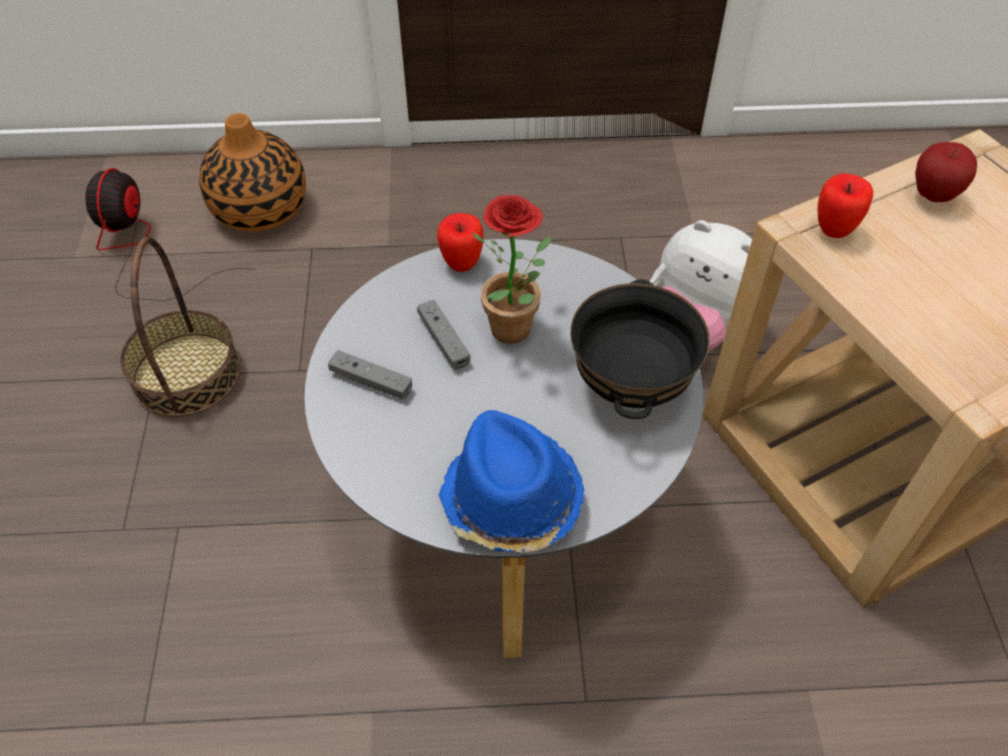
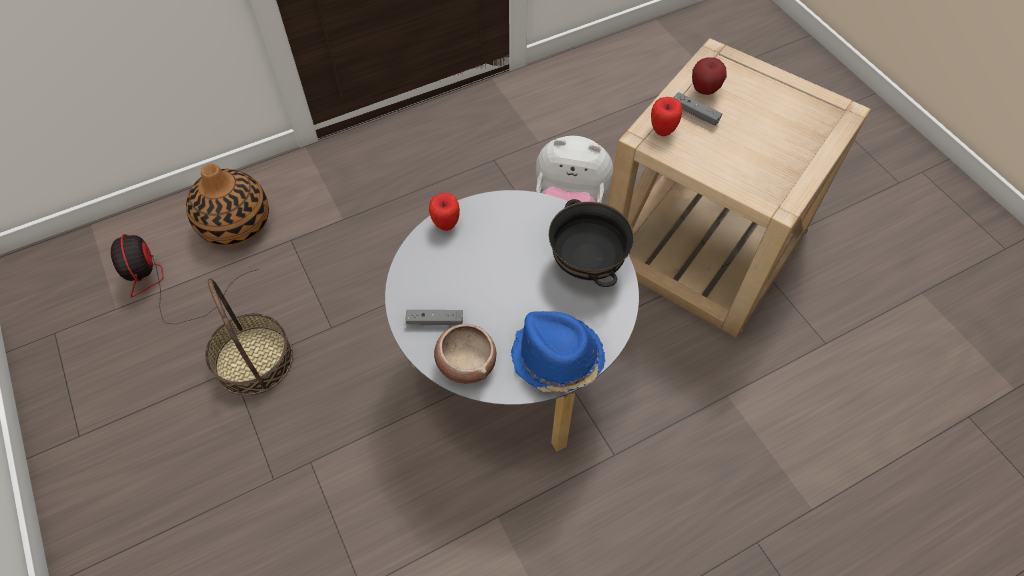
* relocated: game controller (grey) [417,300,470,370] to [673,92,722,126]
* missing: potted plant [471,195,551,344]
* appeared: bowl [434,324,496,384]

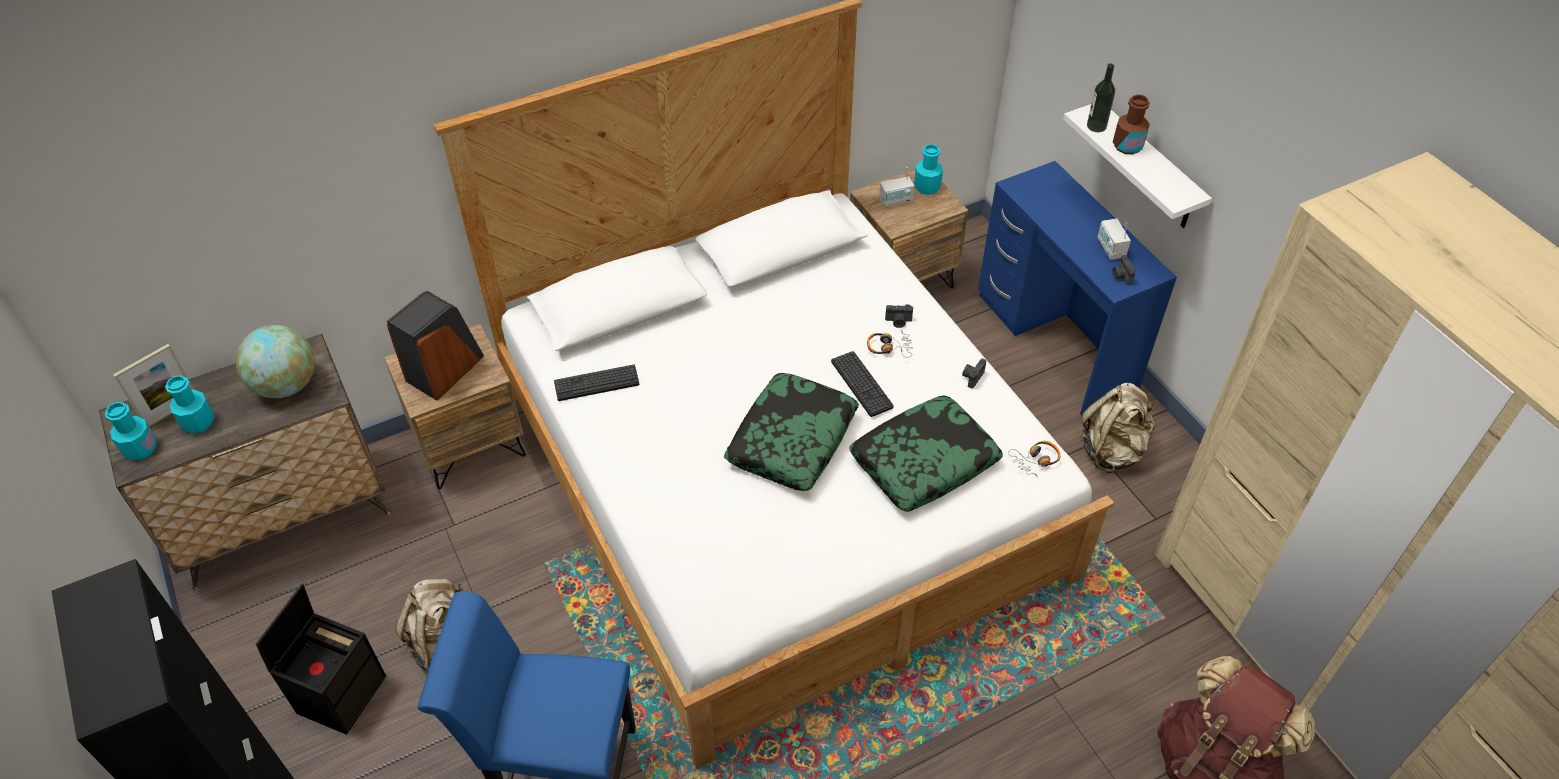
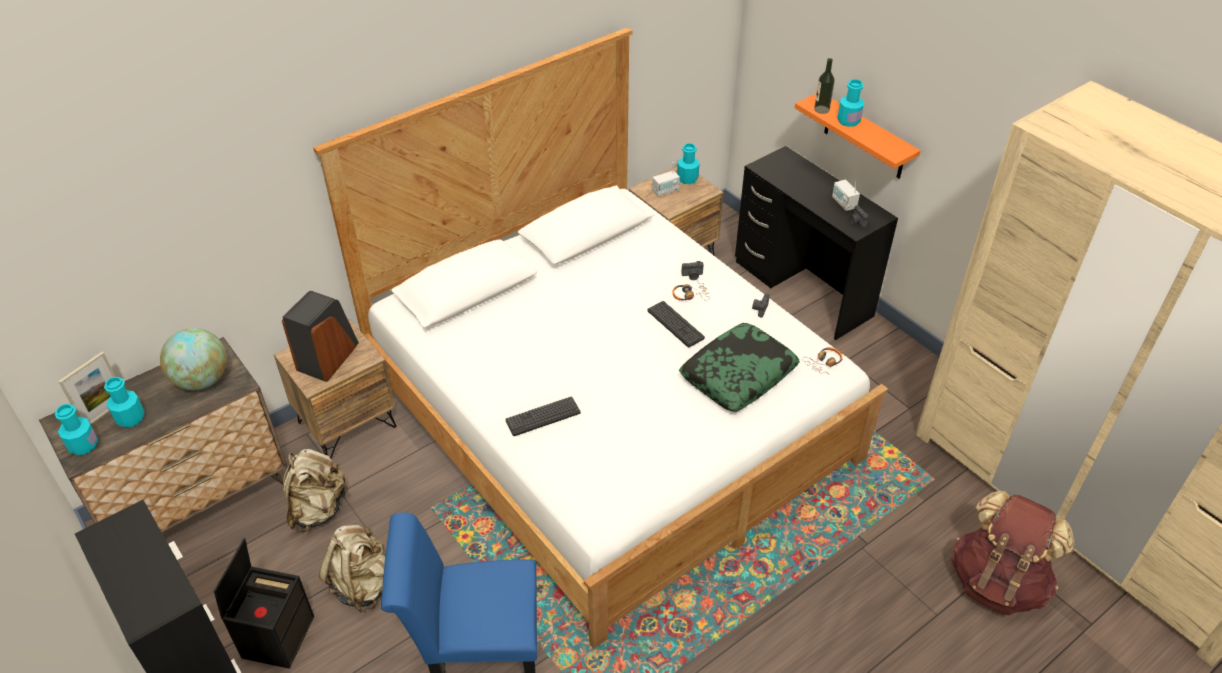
* relocated: keyboard [554,365,640,401] to [505,397,580,436]
* missing: pillow [724,373,859,491]
* colour: desk (blue) [978,161,1177,415] to desk (black) [735,146,898,340]
* colour: shelf (white) [1063,104,1212,228] to shelf (orange) [795,93,921,179]
* relocated: backpack (beige) [1081,383,1155,473] to [283,449,349,532]
* colour: bottle (brown) [1113,95,1150,154] to bottle (turquoise) [837,79,864,127]

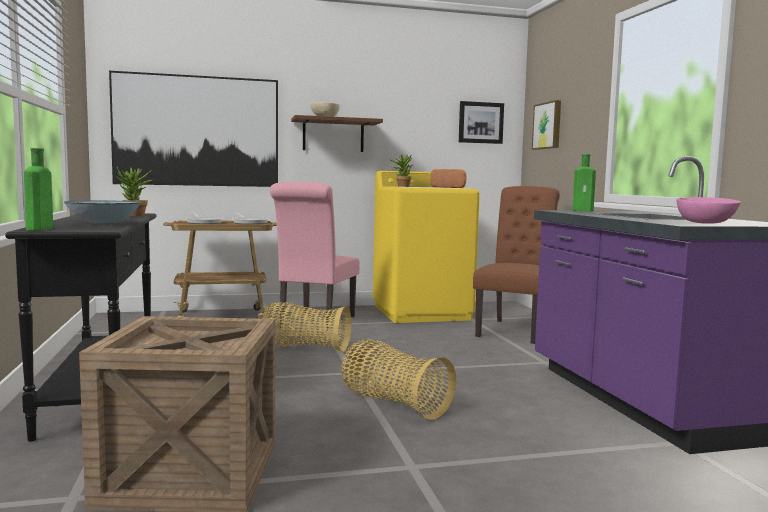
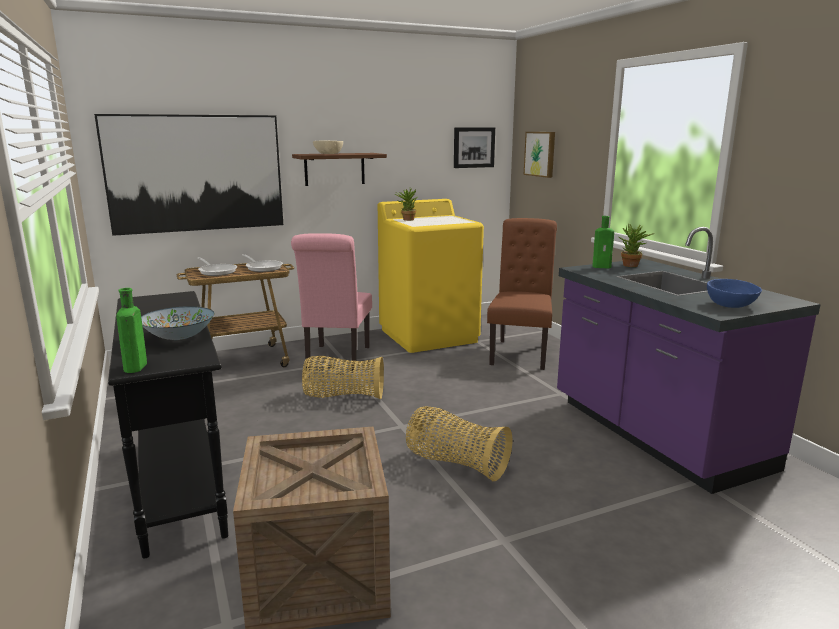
* relocated: potted plant [116,167,153,216] to [618,223,654,267]
* missing: bread [431,169,467,188]
* colour: bowl (pink) [677,197,741,224] to bowl (blue) [707,279,762,308]

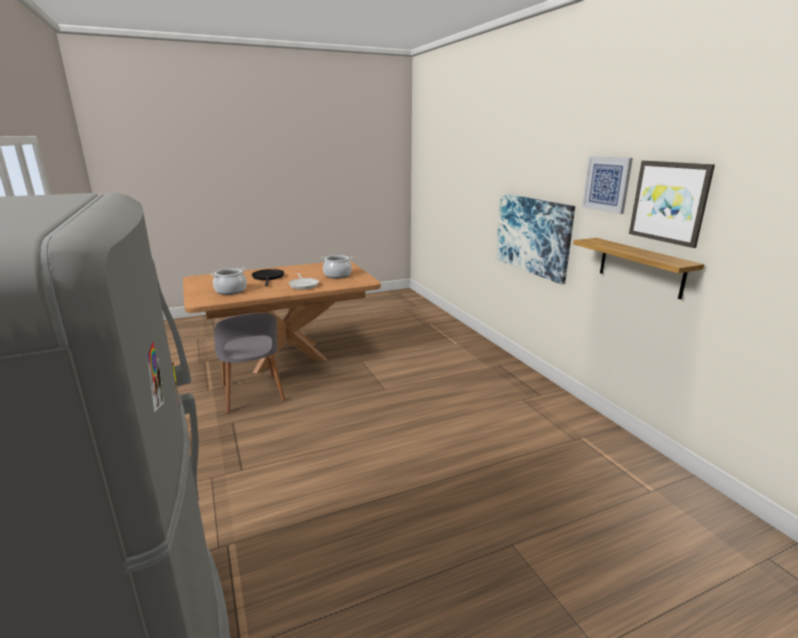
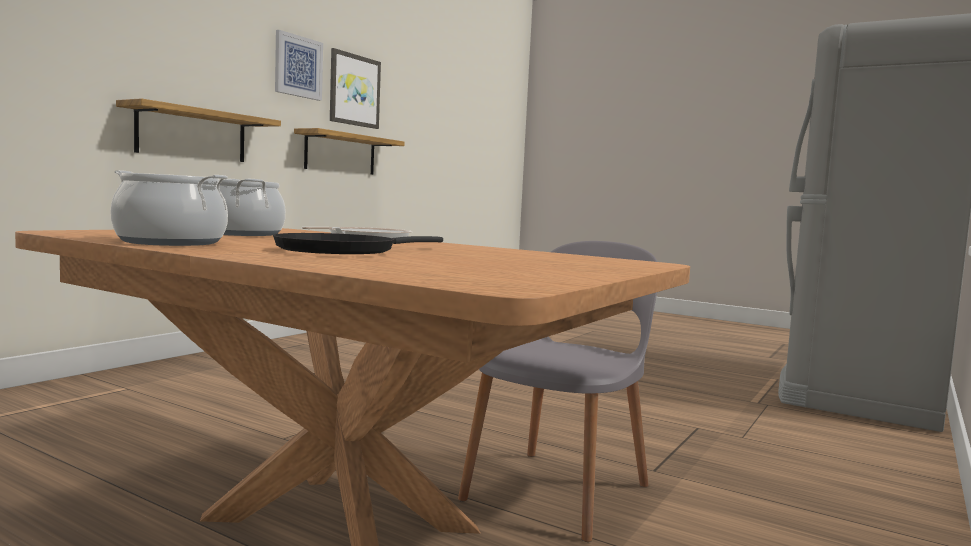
* relocated: cooking pot [211,268,247,295] to [110,170,228,246]
* exchanged: picture [496,193,575,285] to shelf [116,98,281,162]

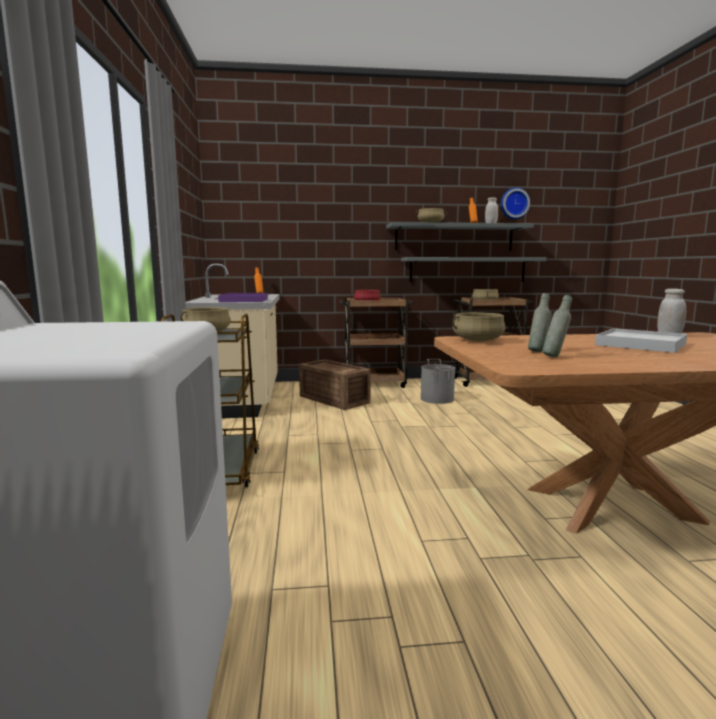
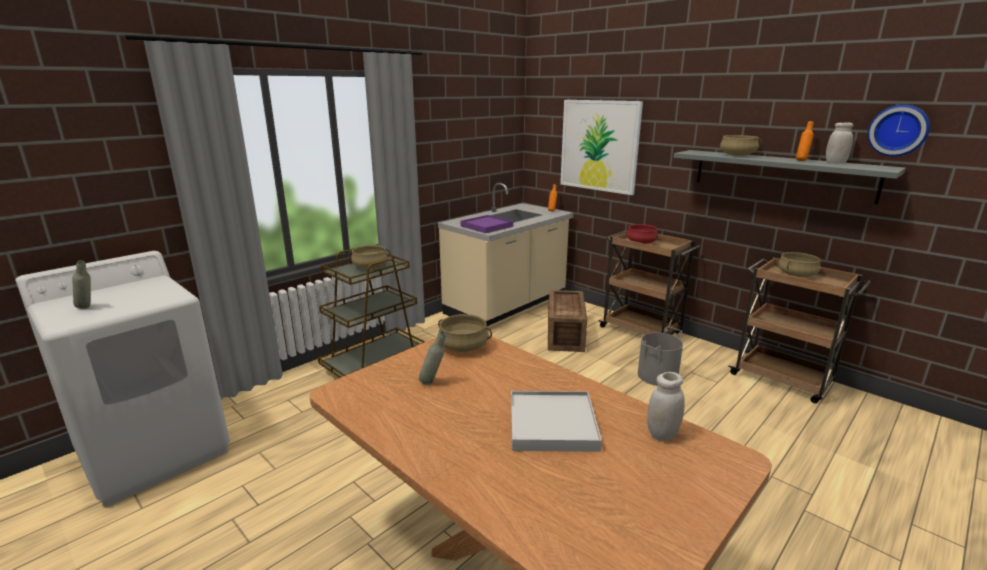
* missing: shelf (grey) [401,257,547,282]
* relocated: bottle (grey) [542,295,572,357] to [72,260,91,309]
* appeared: picture [560,100,643,195]

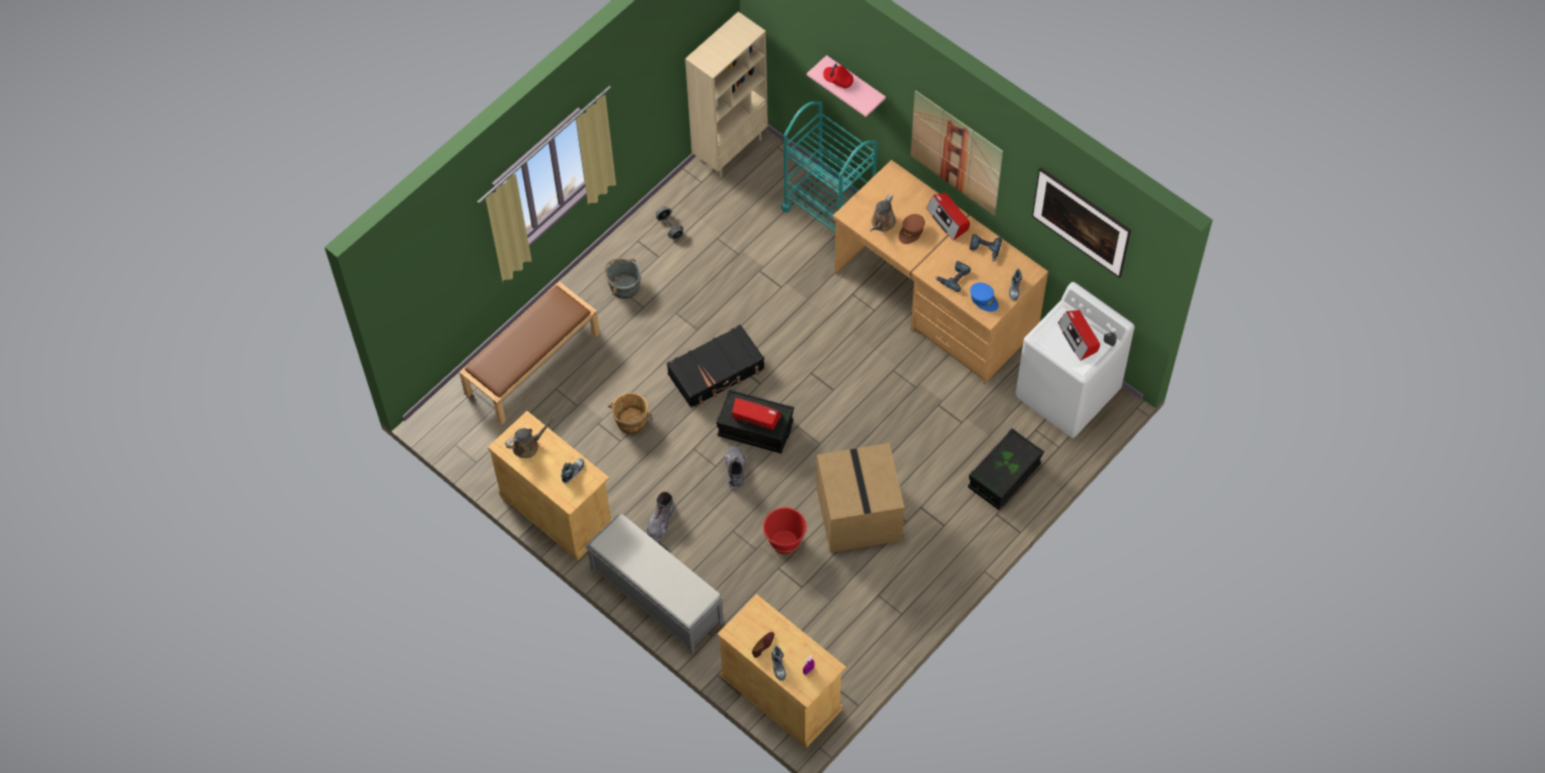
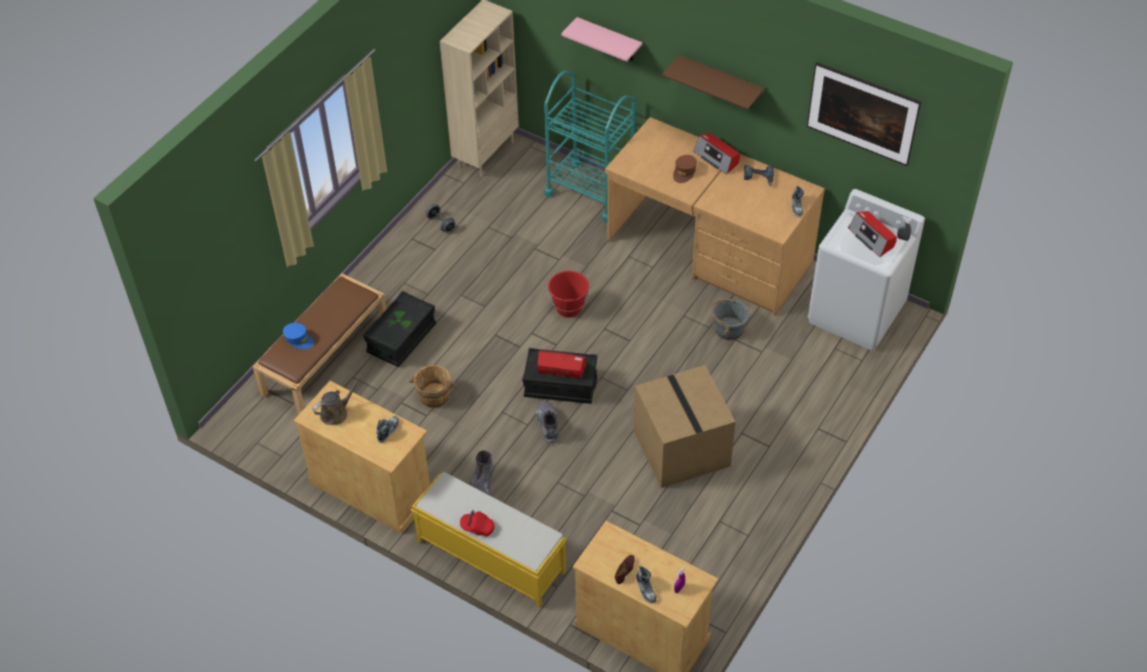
* colour: bench (grey) [585,514,724,654] to bench (yellow) [411,472,567,608]
* relocated: bucket (grey) [604,258,641,299] to [711,298,749,340]
* missing: suitcase (black) [667,324,765,408]
* relocated: bucket (red) [762,507,807,554] to [547,271,590,317]
* relocated: cap (red) [823,63,853,88] to [460,510,495,536]
* missing: watering can (brown) [870,194,896,231]
* exchanged: picture [911,91,1003,215] to shelf (brown) [662,55,764,110]
* missing: power drill [935,261,970,292]
* relocated: storage box (black) [968,428,1044,510] to [363,291,436,367]
* relocated: cap (blue) [970,283,999,312] to [283,323,314,349]

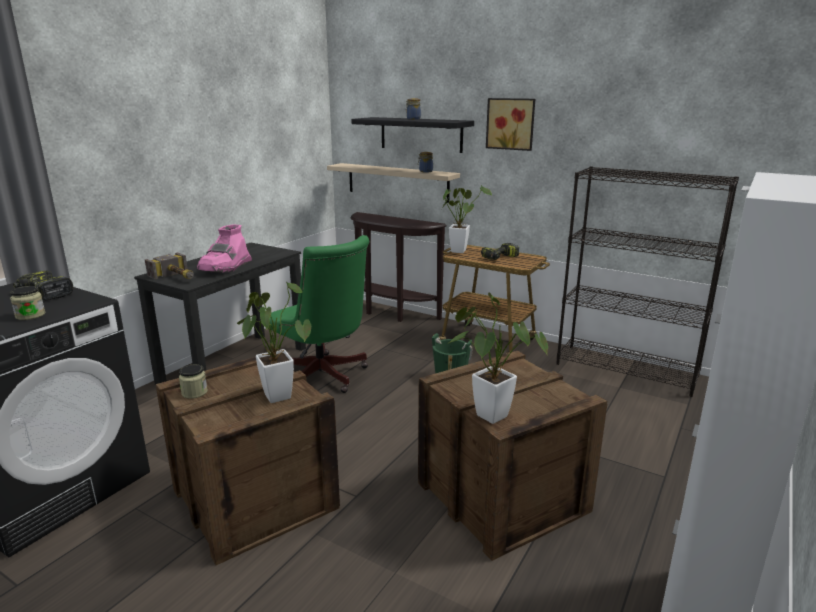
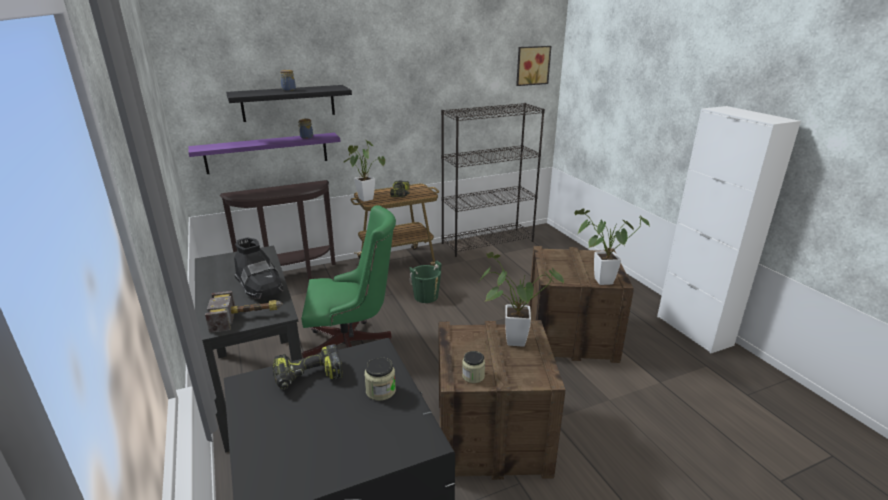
* colour: boot (pink) [197,224,252,273] to boot (black) [234,237,283,299]
* colour: shelf (beige) [327,163,460,203] to shelf (purple) [188,133,341,174]
* relocated: picture [486,98,535,151] to [516,46,551,86]

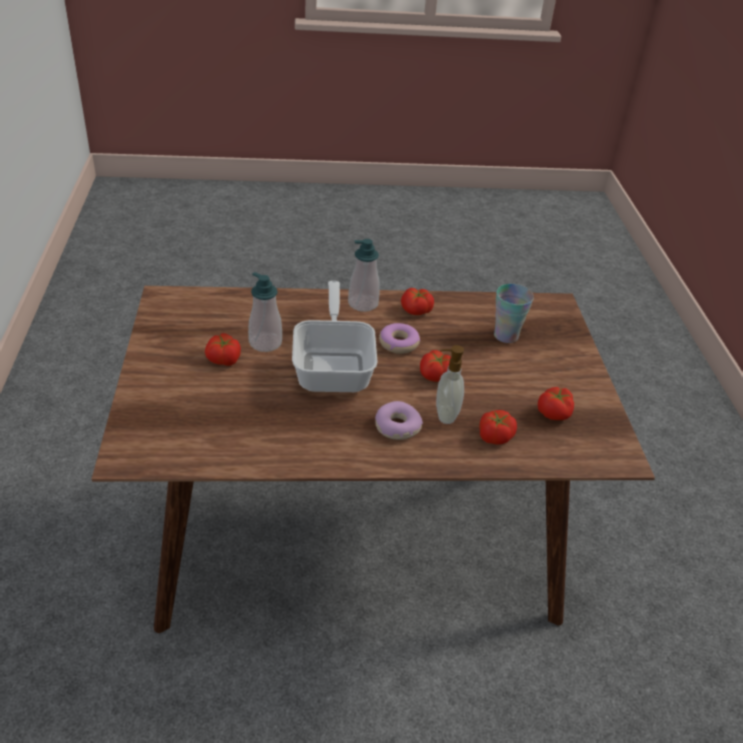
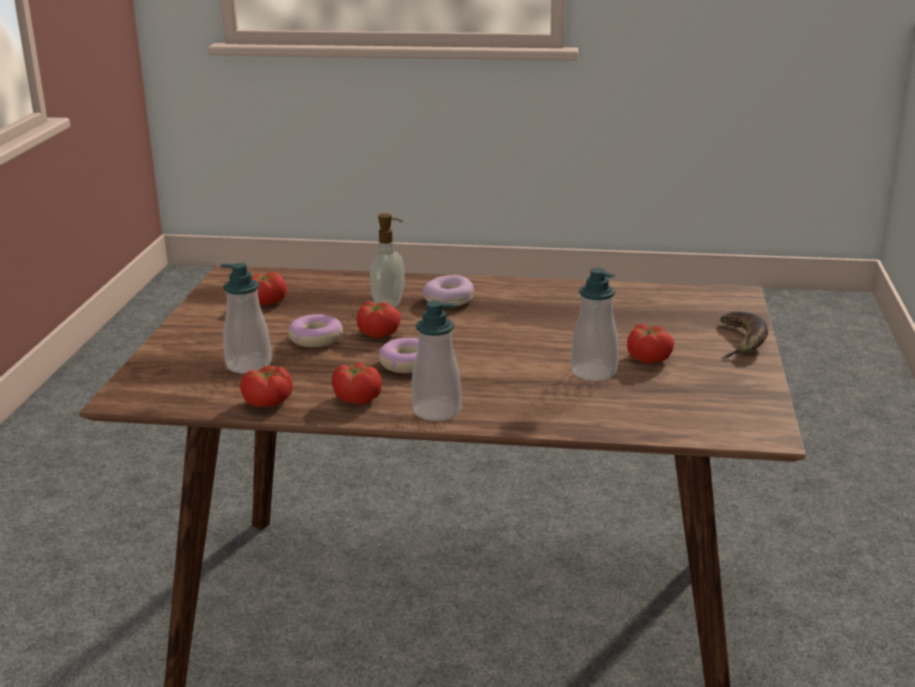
* missing: frying pan [292,281,377,392]
* relocated: tomato [479,410,517,445] to [240,366,293,407]
* exchanged: cup [494,284,534,343] to soap dispenser [220,263,272,374]
* appeared: donut [288,314,343,348]
* appeared: banana [720,312,768,359]

